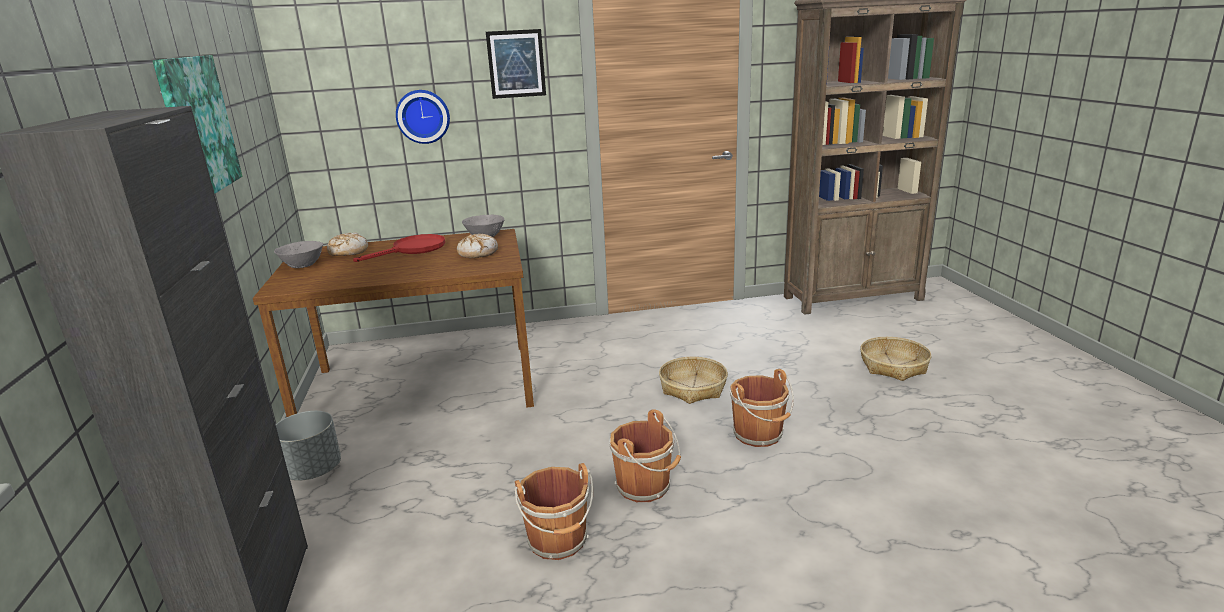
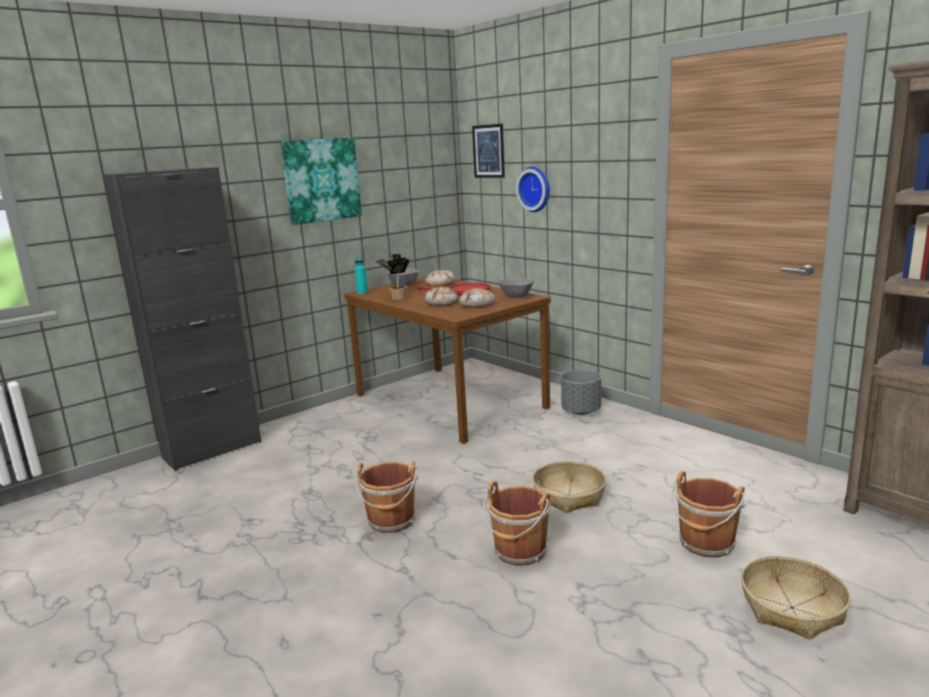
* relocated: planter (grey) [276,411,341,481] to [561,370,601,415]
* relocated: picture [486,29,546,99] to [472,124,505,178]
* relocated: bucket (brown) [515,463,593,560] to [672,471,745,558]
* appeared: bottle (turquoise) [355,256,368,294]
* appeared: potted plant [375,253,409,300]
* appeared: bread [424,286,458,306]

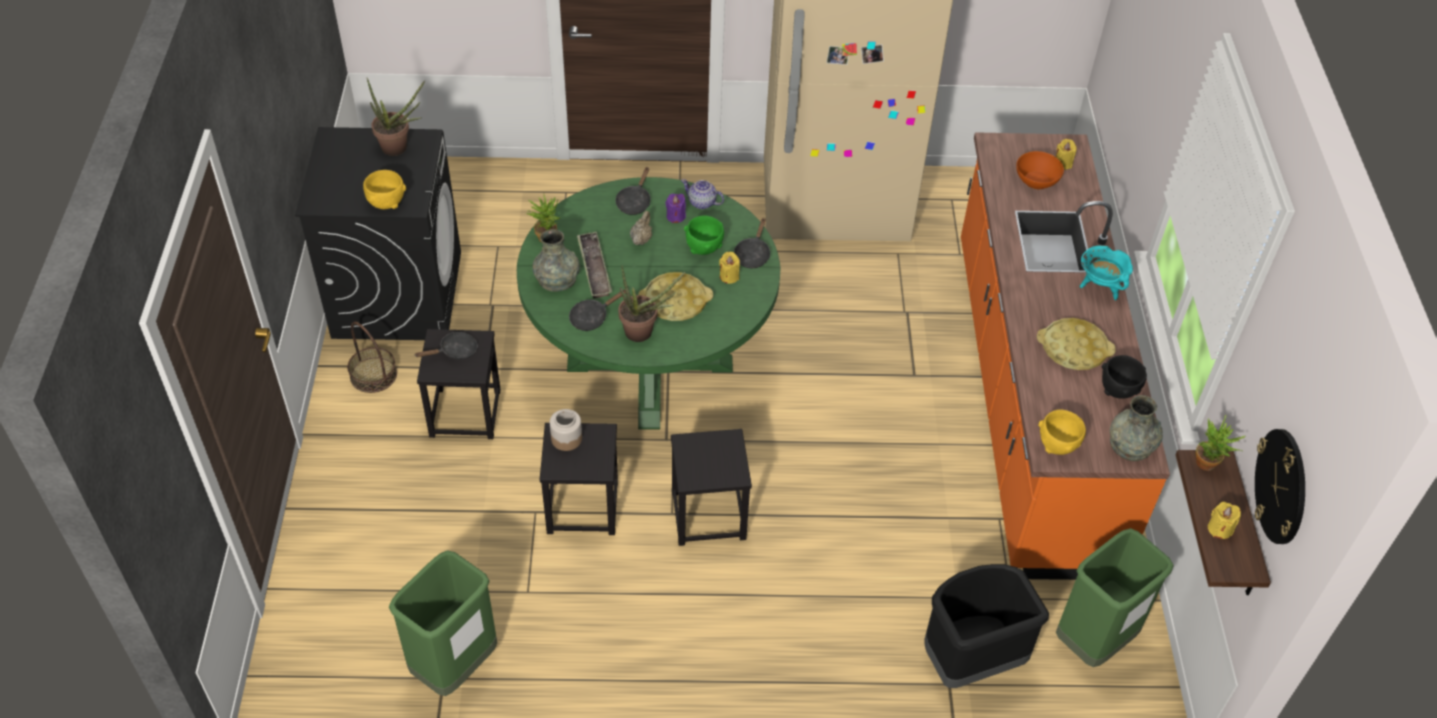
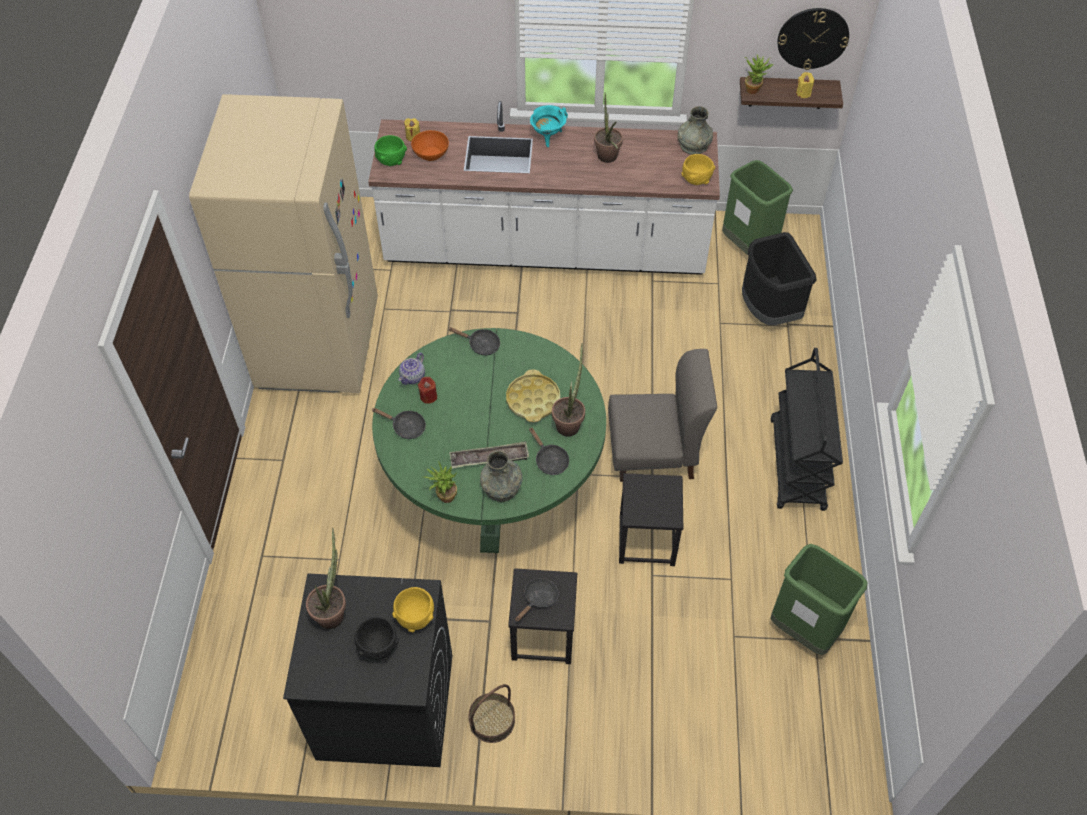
* spun: frying pan (black) [415,332,478,360] = [515,578,559,622] 60 degrees clockwise
* missing: jar [550,409,582,451]
* missing: teapot (beige) [630,211,652,245]
* colour: candle (purple) [665,194,686,223] to candle (red) [418,377,437,404]
* exchanged: stool (black) [671,429,752,546] to chair (grey) [608,349,717,482]
* relocated: bowl (green) [684,215,724,255] to [374,135,407,166]
* missing: candle (yellow) [719,252,740,284]
* colour: counter (orange) [961,132,1170,580] to counter (white) [368,101,720,275]
* exchanged: tray (yellow) [1037,318,1116,370] to potted plant [594,92,623,163]
* relocated: bowl (black) [1102,355,1147,399] to [354,617,399,661]
* appeared: cart (black) [771,348,843,511]

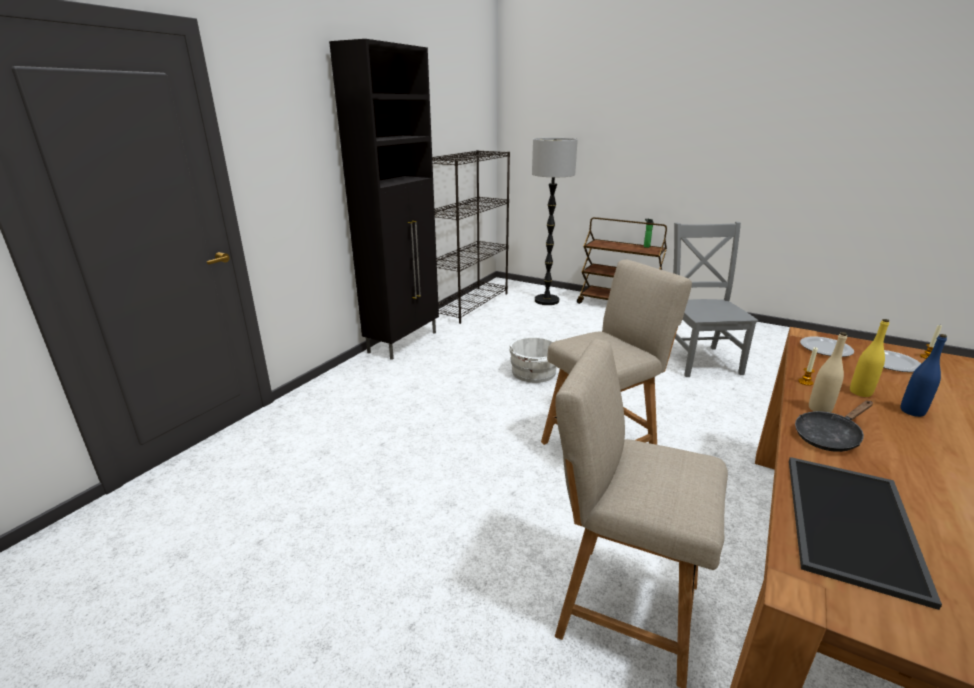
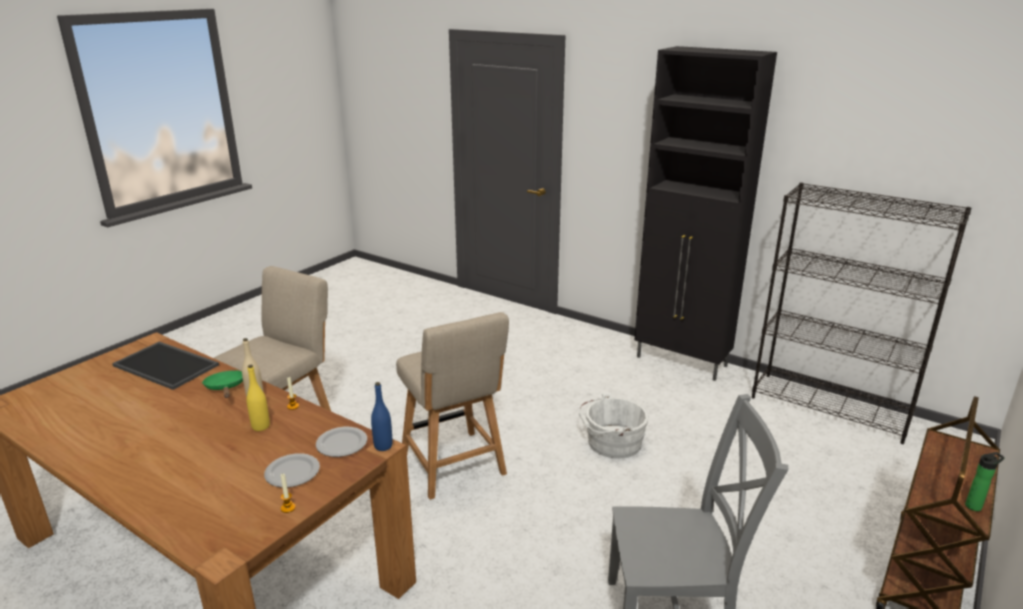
* missing: floor lamp [532,138,578,305]
* colour: frying pan (black) [795,401,873,452] to frying pan (green) [202,370,243,398]
* relocated: bottle (blue) [900,334,947,417] to [371,382,392,451]

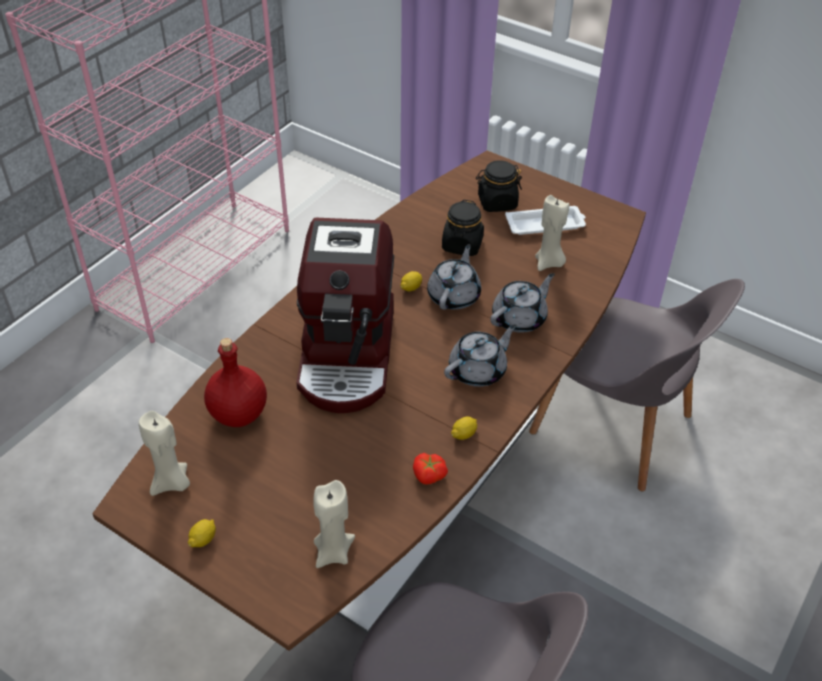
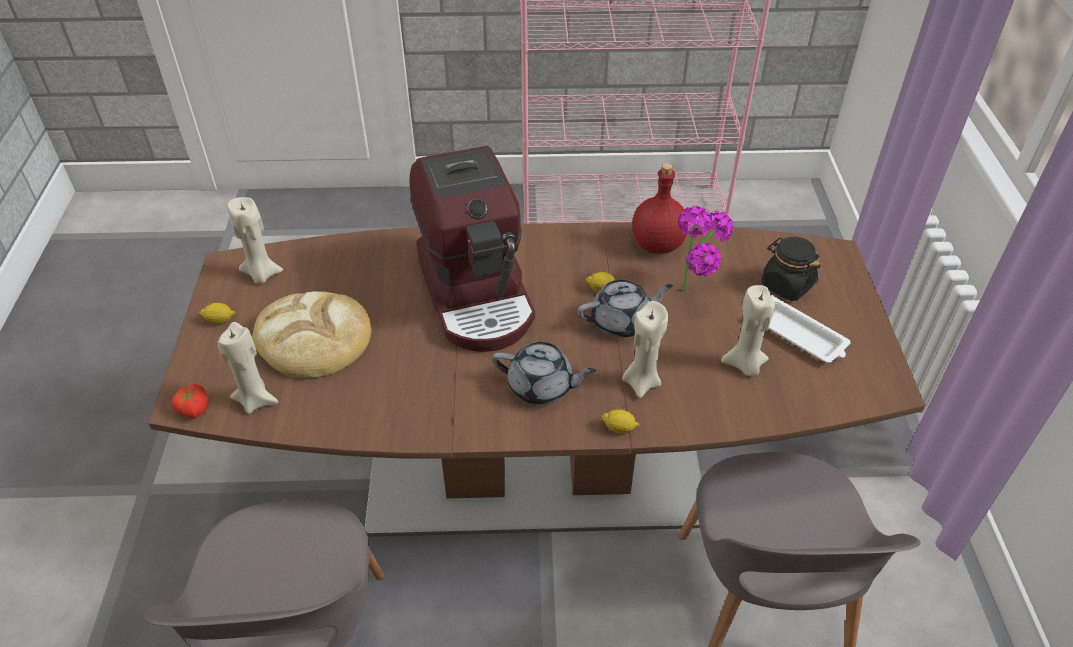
* relocated: bottle (red) [204,338,267,427] to [632,163,688,254]
* spun: coffee machine [296,218,394,413] = [409,146,535,352] 75 degrees counterclockwise
* relocated: tomato [413,453,448,485] to [172,384,208,418]
* exchanged: jar (black) [442,200,484,256] to potted plant [678,206,734,290]
* relocated: lemon [451,416,477,440] to [601,409,639,433]
* exchanged: teapot (grey) [490,273,555,333] to candle (beige) [622,301,668,398]
* appeared: bread [252,291,372,378]

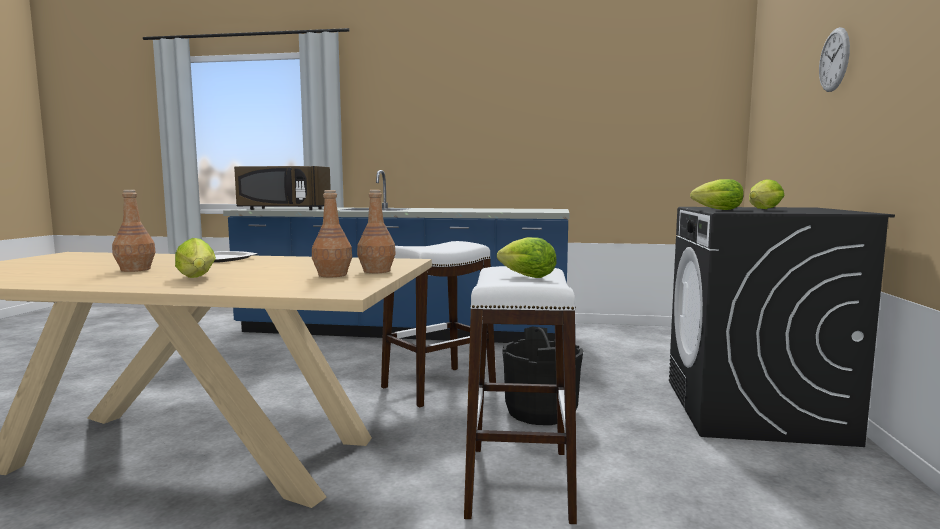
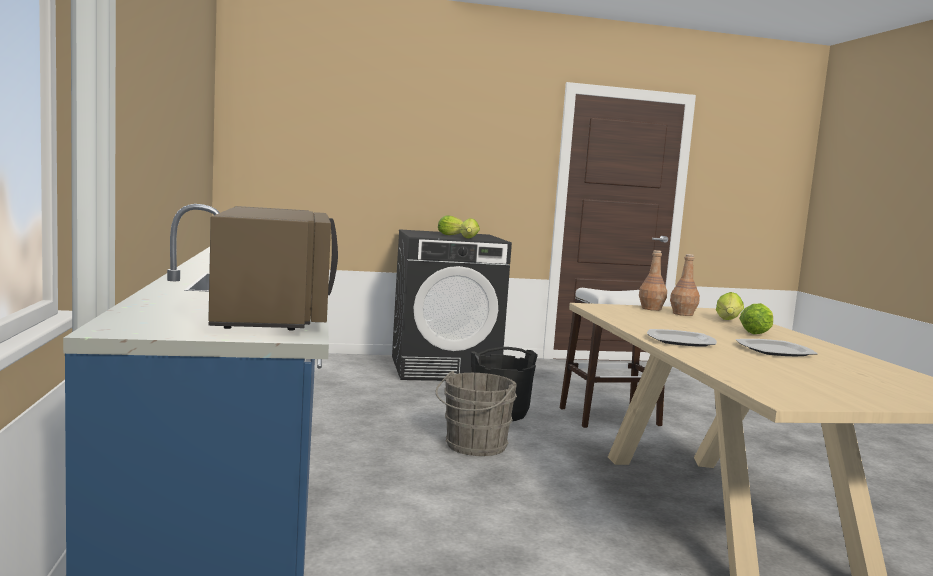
* exchanged: bottle (brown) [112,190,156,272] to plate [736,339,817,356]
* exchanged: stool (white) [381,241,496,408] to bucket (grey) [435,371,517,456]
* relocated: lettuce [497,237,557,278] to [716,292,744,320]
* missing: wall clock [819,27,850,92]

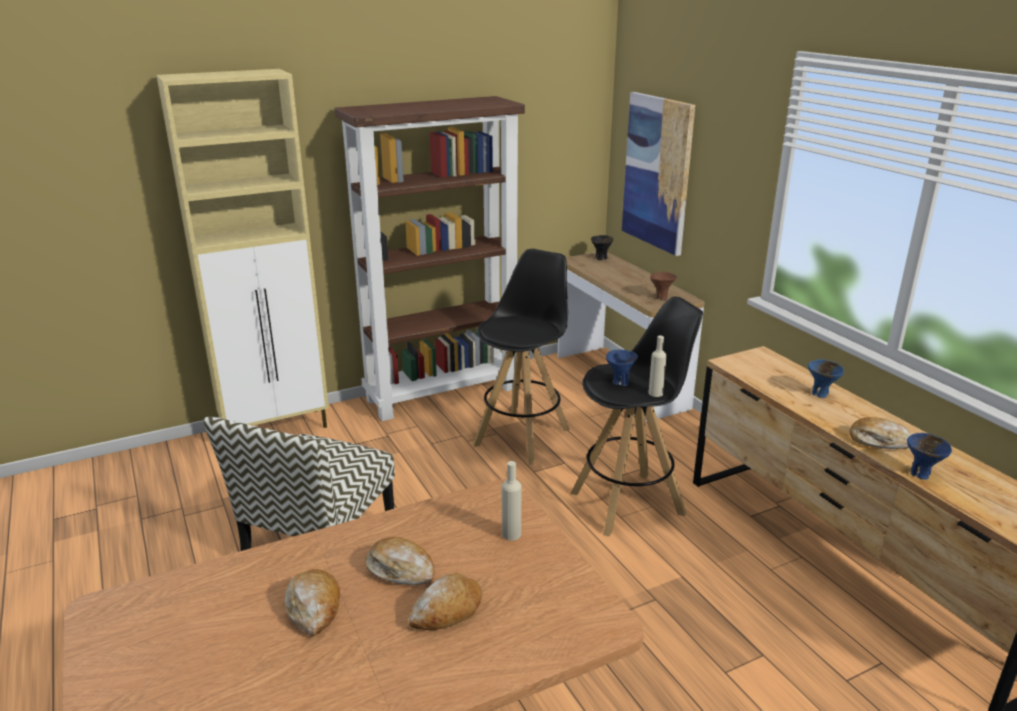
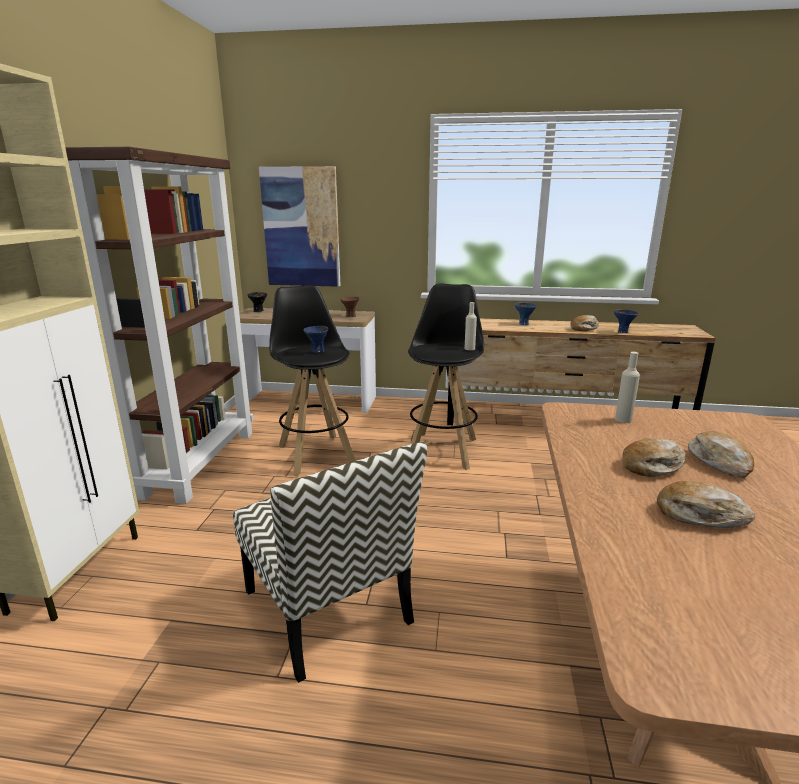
* relocated: bowl (blue) [606,349,638,386] to [304,326,328,353]

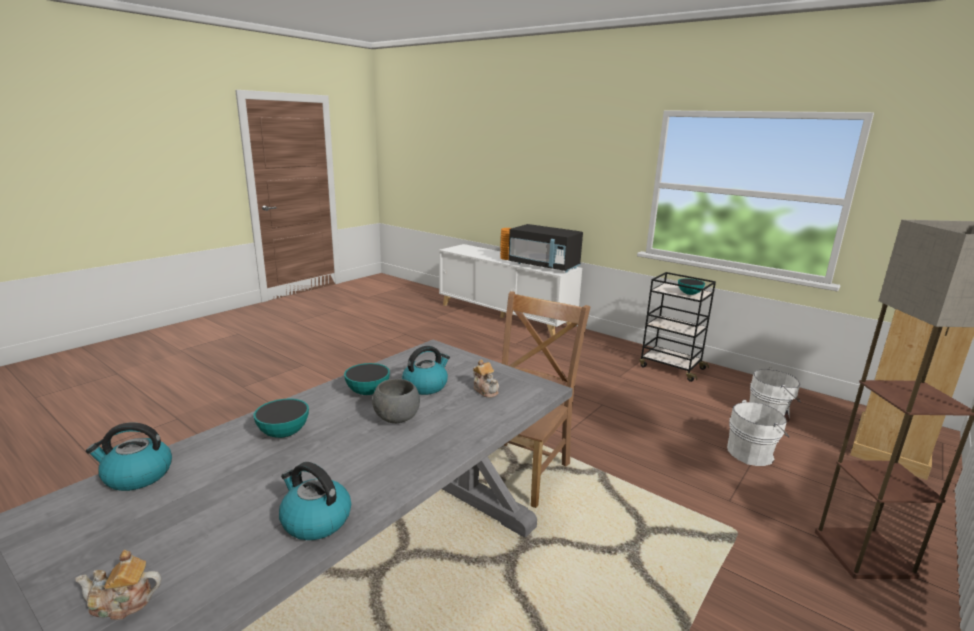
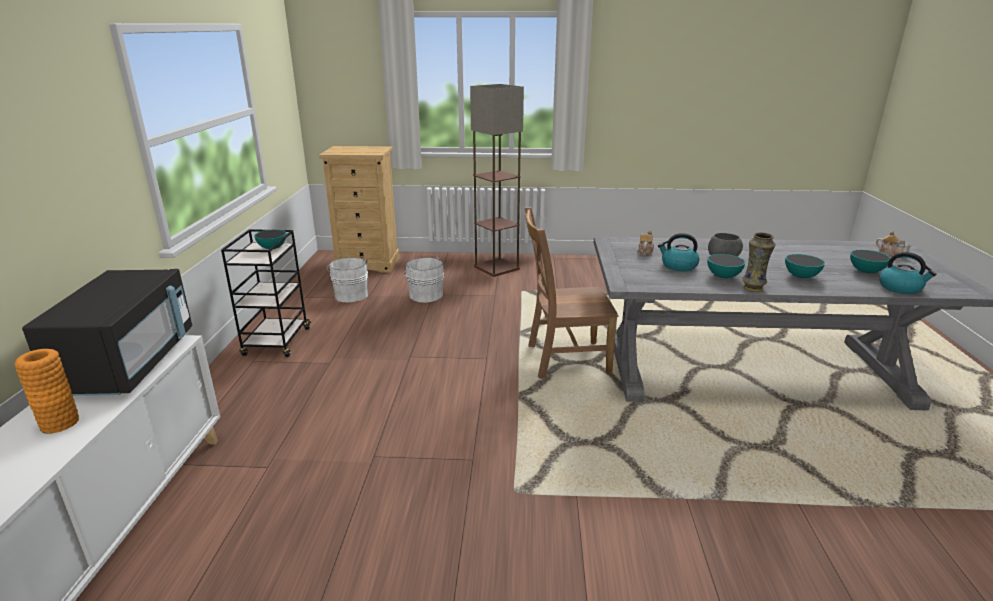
* missing: kettle [279,462,351,540]
* appeared: vase [742,232,776,292]
* appeared: bowl [850,250,891,273]

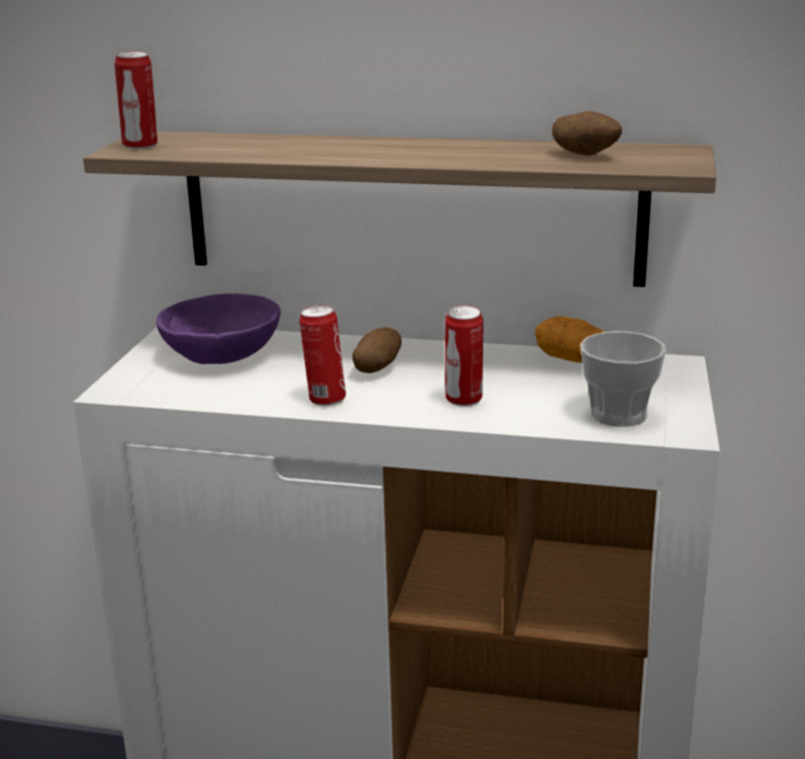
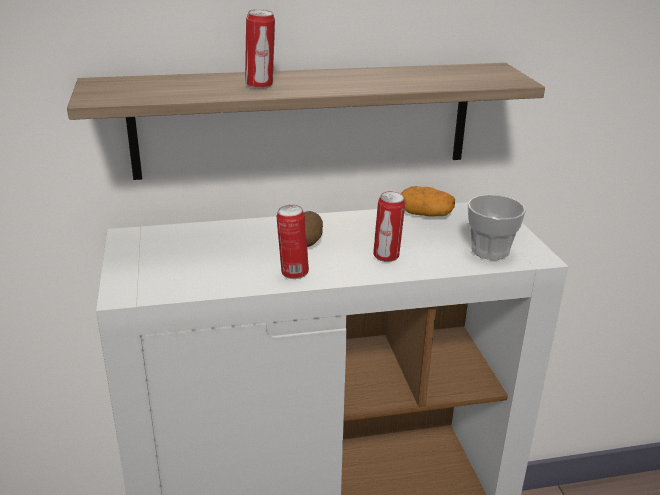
* relocated: can [114,51,158,149] to [245,10,275,89]
* missing: bowl (purple) [156,294,281,364]
* missing: potato [552,111,622,156]

